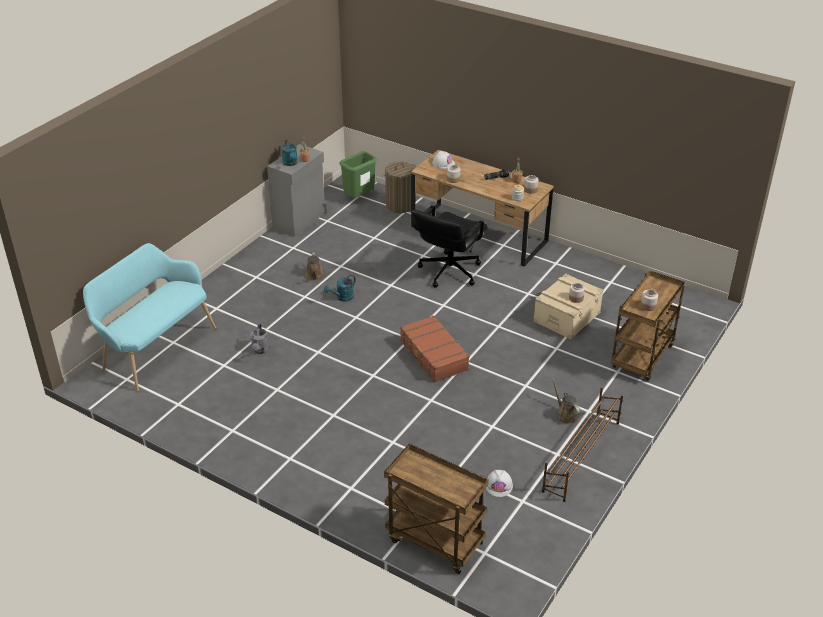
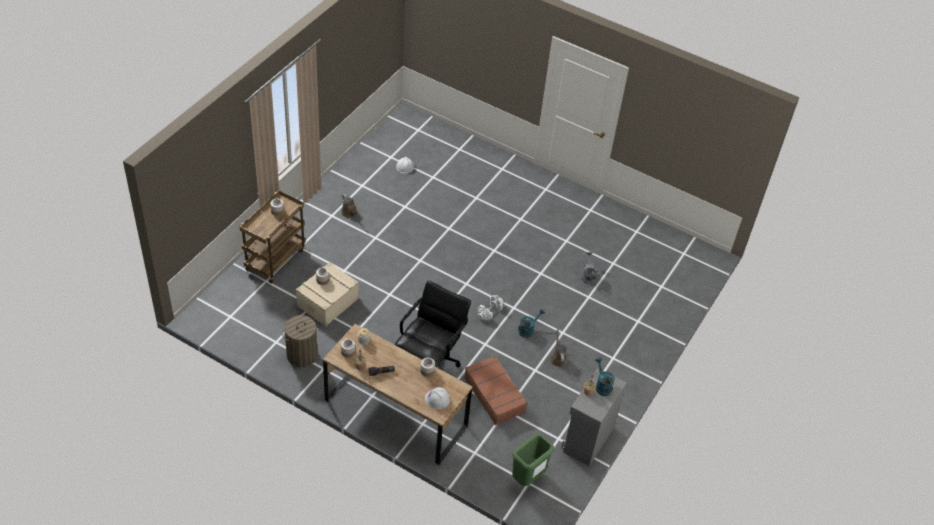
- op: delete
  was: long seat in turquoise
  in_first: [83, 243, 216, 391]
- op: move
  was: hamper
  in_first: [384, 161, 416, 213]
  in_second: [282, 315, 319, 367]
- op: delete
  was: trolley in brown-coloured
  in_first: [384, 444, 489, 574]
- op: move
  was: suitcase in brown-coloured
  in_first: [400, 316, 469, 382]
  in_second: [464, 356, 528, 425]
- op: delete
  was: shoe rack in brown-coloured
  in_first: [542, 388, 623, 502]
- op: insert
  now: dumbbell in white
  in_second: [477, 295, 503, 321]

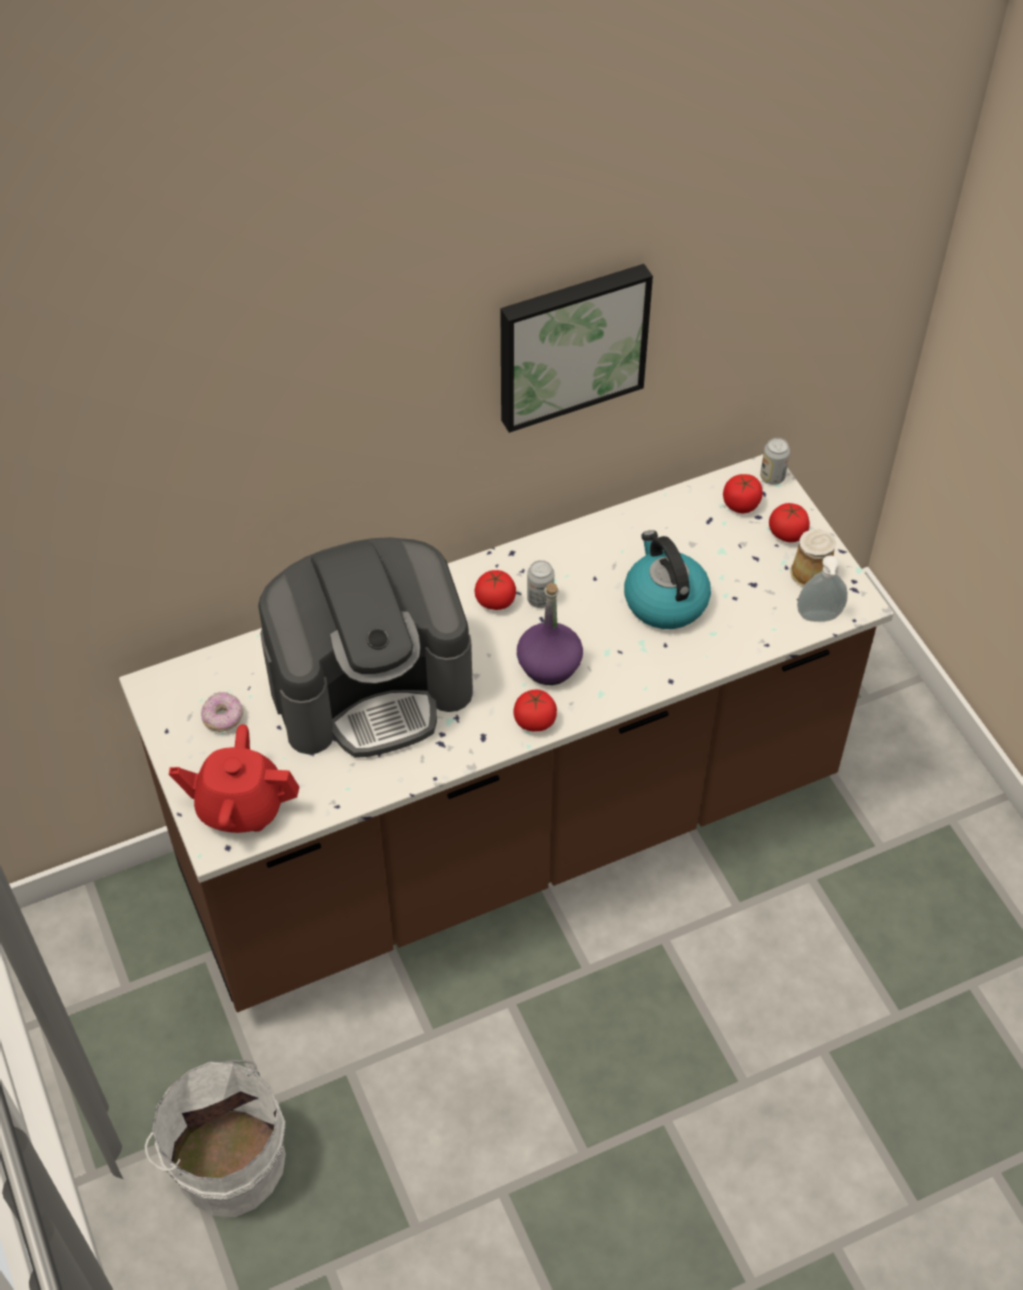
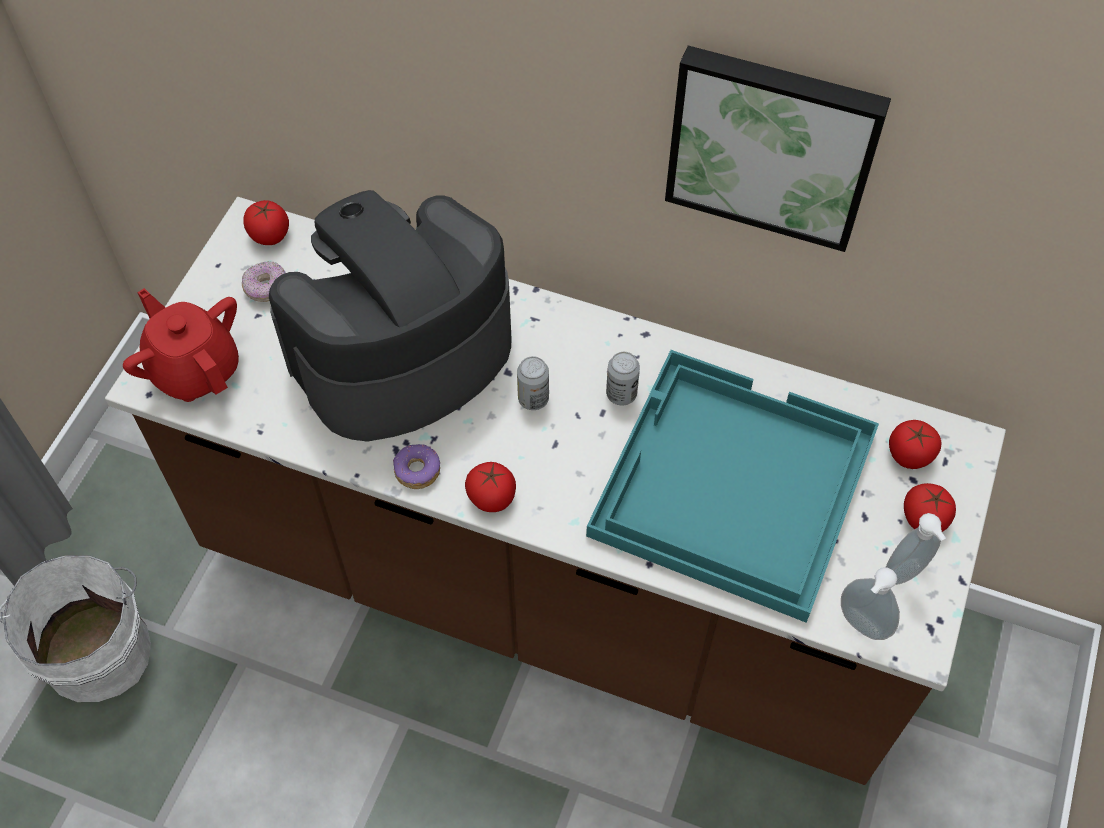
- op: rotate
  was: coffee maker
  in_first: [258, 537, 473, 758]
  in_second: [269, 190, 512, 442]
  clockwise: 120
- op: move
  was: whole tomato
  in_first: [474, 570, 516, 610]
  in_second: [244, 200, 289, 245]
- op: delete
  was: beverage bottle in purple
  in_first: [517, 583, 583, 685]
- op: replace
  was: tea kettle
  now: carrying tray in turquoise
  in_first: [624, 530, 711, 629]
  in_second: [586, 350, 879, 622]
- op: move
  was: sealed can
  in_first: [760, 438, 790, 485]
  in_second: [517, 356, 549, 410]
- op: replace
  was: mug
  now: liquid soap bottle
  in_first: [790, 529, 837, 587]
  in_second: [885, 513, 946, 585]
- op: insert
  now: ring doughnut
  in_second: [393, 444, 440, 489]

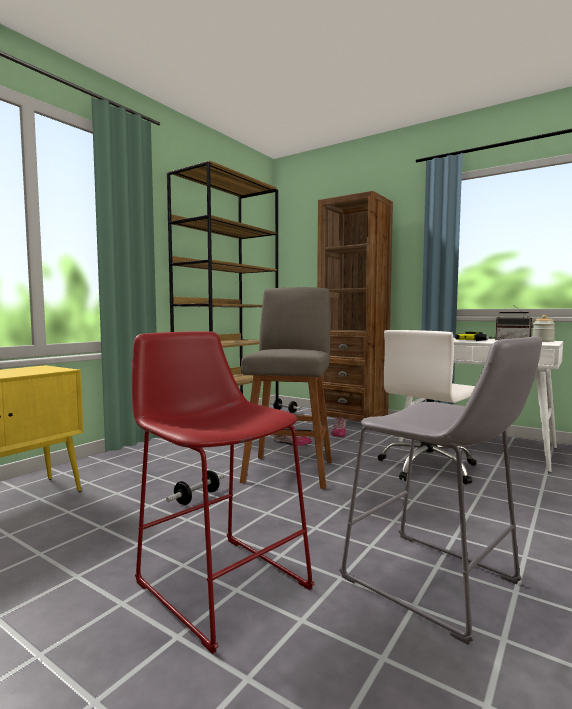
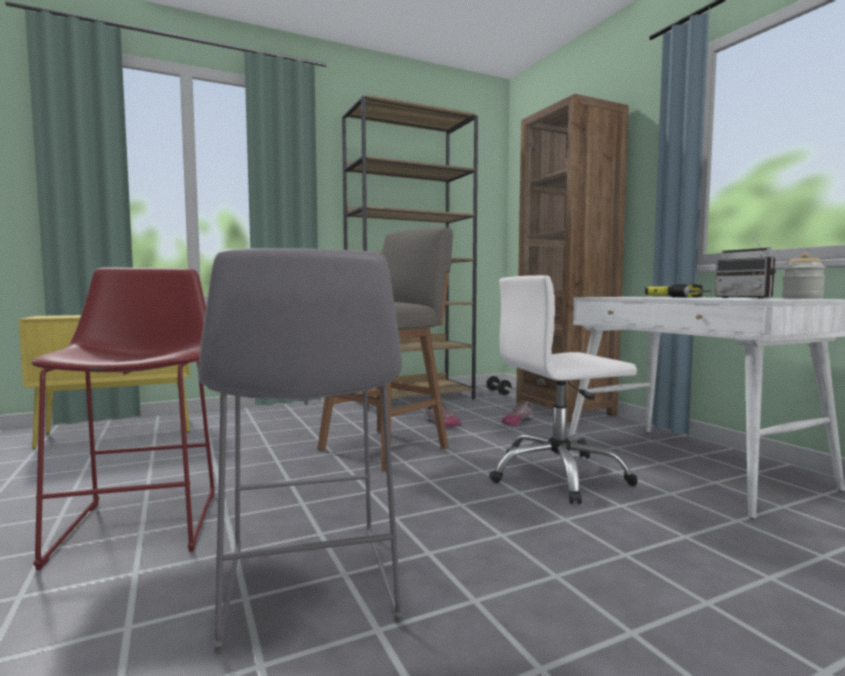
- op: delete
  was: dumbbell
  in_first: [166, 470, 225, 505]

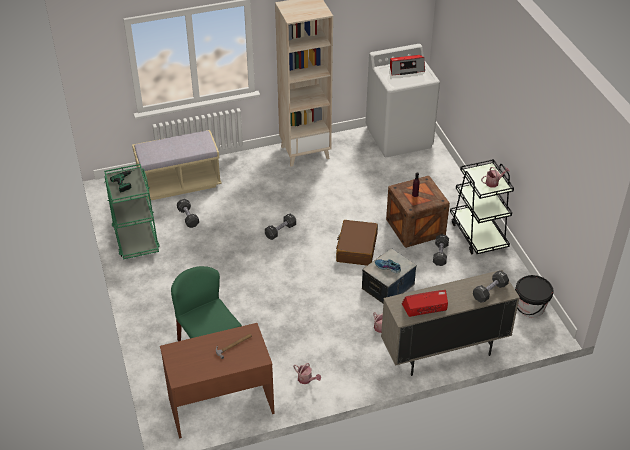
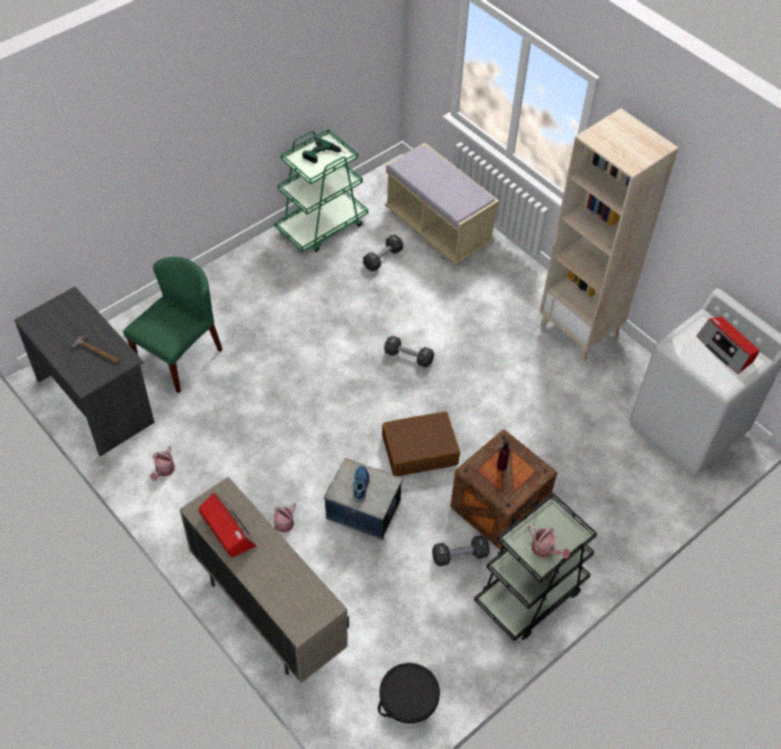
- op: recolor
  was: desk in brown-coloured
  now: desk in gray
  in_first: [160, 323, 275, 439]
  in_second: [14, 287, 154, 456]
- op: delete
  was: dumbbell in black
  in_first: [473, 271, 509, 303]

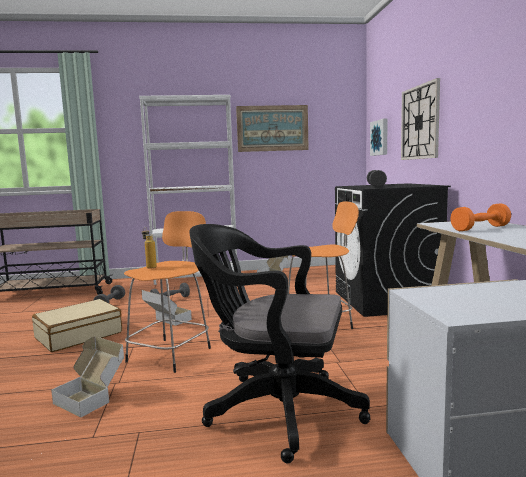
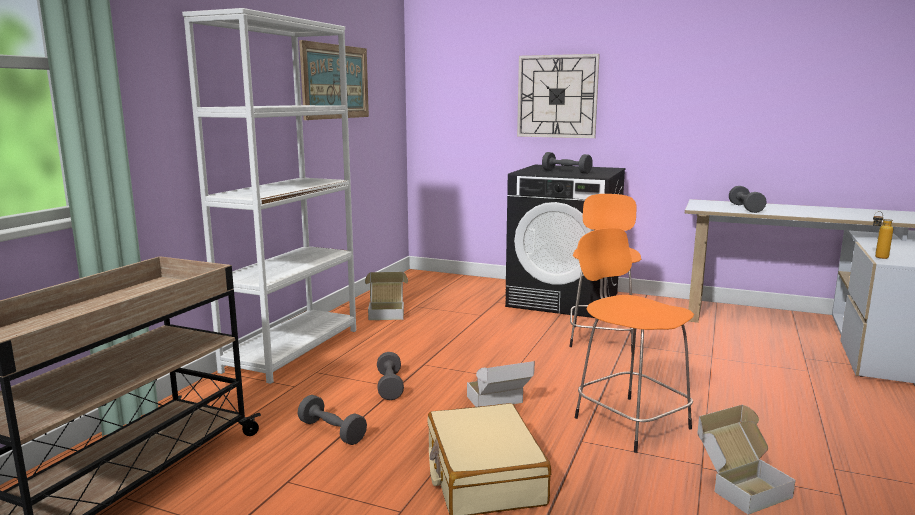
- op: move
  was: beverage bottle
  in_first: [142, 227, 157, 269]
  in_second: [873, 211, 893, 259]
- op: delete
  was: office chair in black
  in_first: [189, 224, 371, 463]
- op: delete
  was: wall art
  in_first: [370, 118, 388, 156]
- op: recolor
  was: dumbbell in orangey
  now: dumbbell in gray
  in_first: [450, 203, 511, 231]
  in_second: [729, 186, 767, 213]

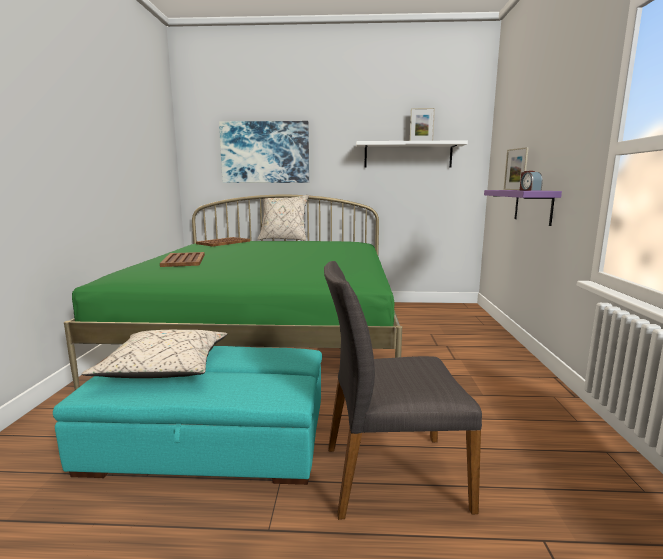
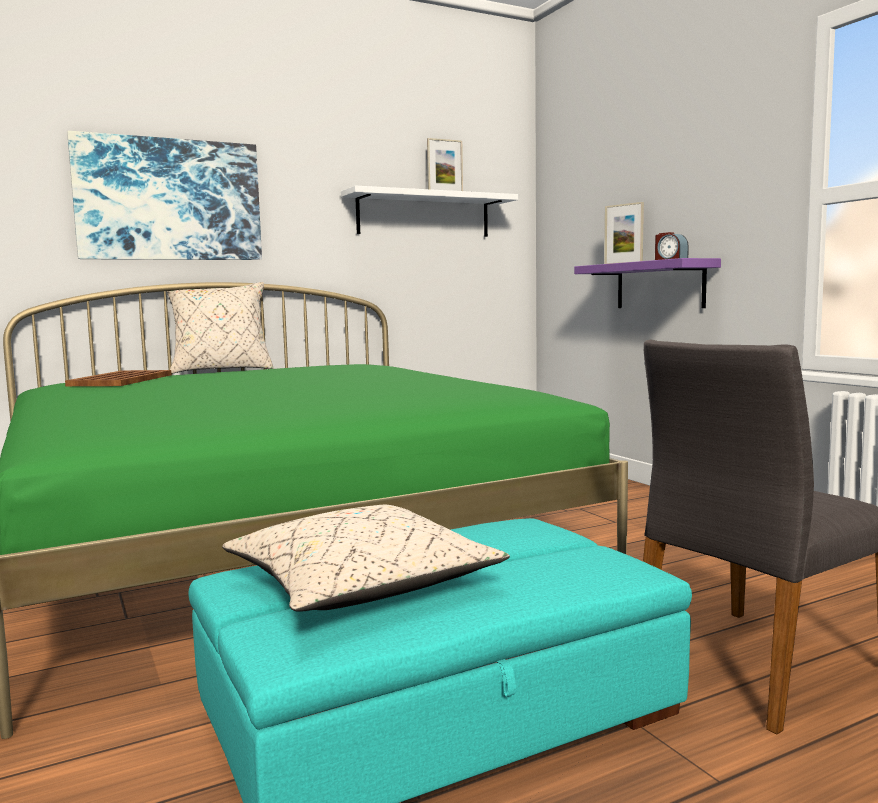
- op: delete
  was: carrying tray in brown-coloured
  in_first: [160, 252, 205, 267]

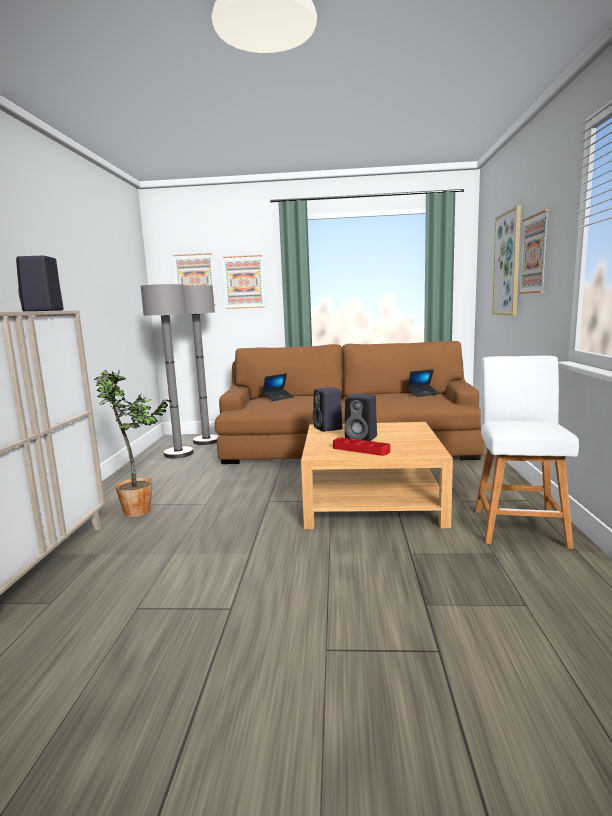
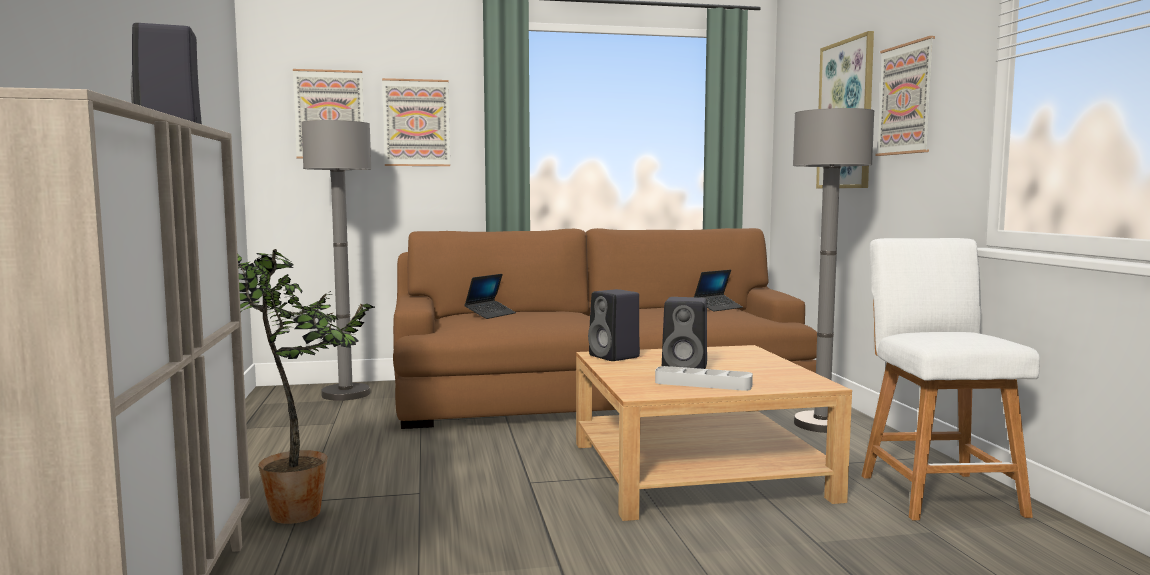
- op: move
  was: floor lamp in gray
  in_first: [141, 284, 193, 458]
  in_second: [793, 108, 874, 433]
- op: recolor
  was: carrying tray in reddish
  now: carrying tray in gray
  in_first: [333, 438, 390, 456]
  in_second: [655, 366, 753, 391]

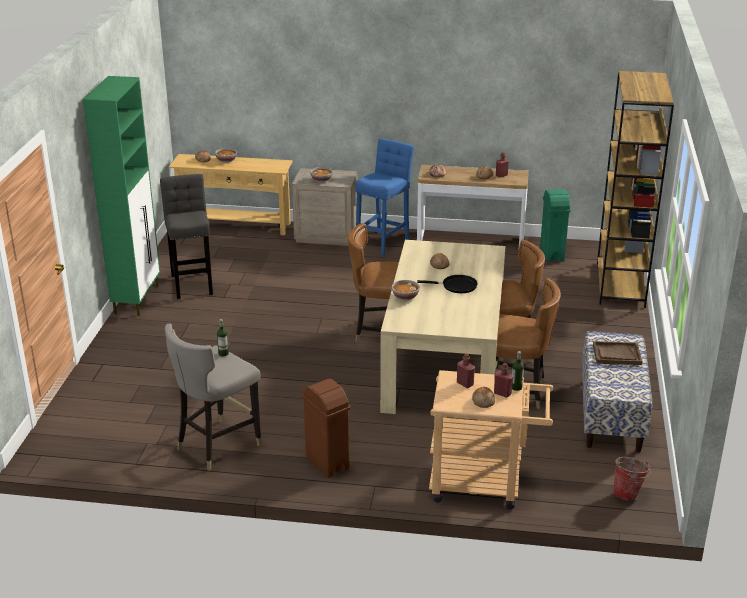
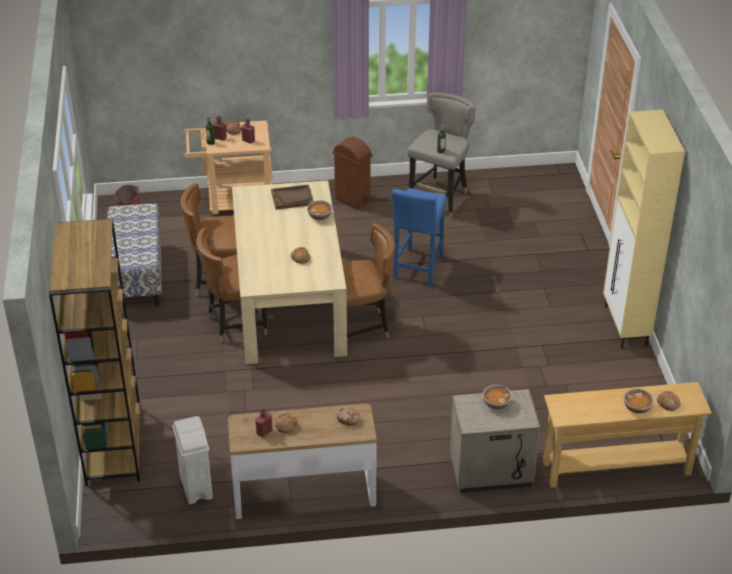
- op: recolor
  was: cupboard in green
  now: cupboard in beige
  in_first: [83, 76, 160, 316]
  in_second: [603, 110, 685, 348]
- op: delete
  was: sitting stool in gray
  in_first: [160, 174, 213, 299]
- op: move
  was: sitting stool in blue-coloured
  in_first: [356, 138, 414, 256]
  in_second: [392, 188, 446, 286]
- op: delete
  was: frying pan in black
  in_first: [417, 275, 478, 293]
- op: recolor
  was: trash can in green
  now: trash can in white
  in_first: [540, 189, 571, 262]
  in_second: [172, 416, 213, 504]
- op: move
  was: carrying tray in brown-coloured
  in_first: [593, 341, 642, 365]
  in_second: [271, 184, 313, 210]

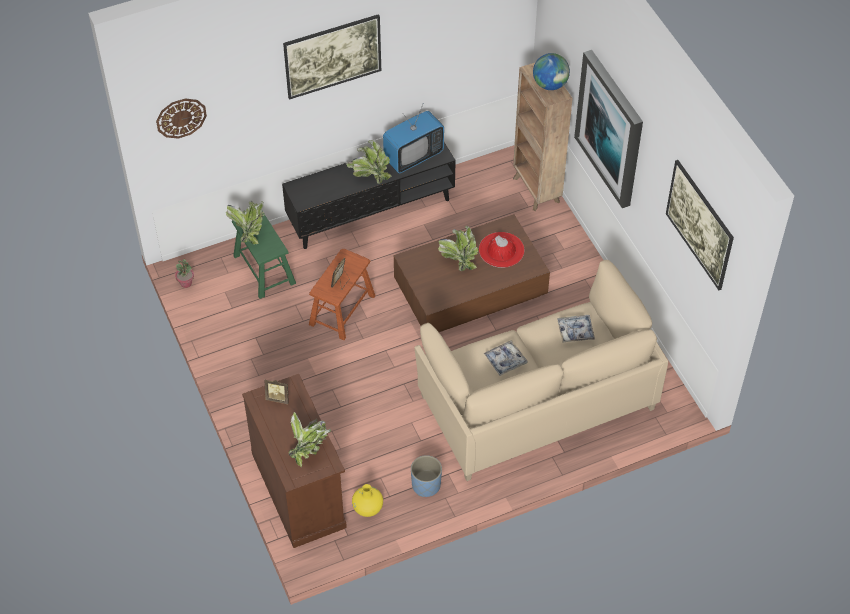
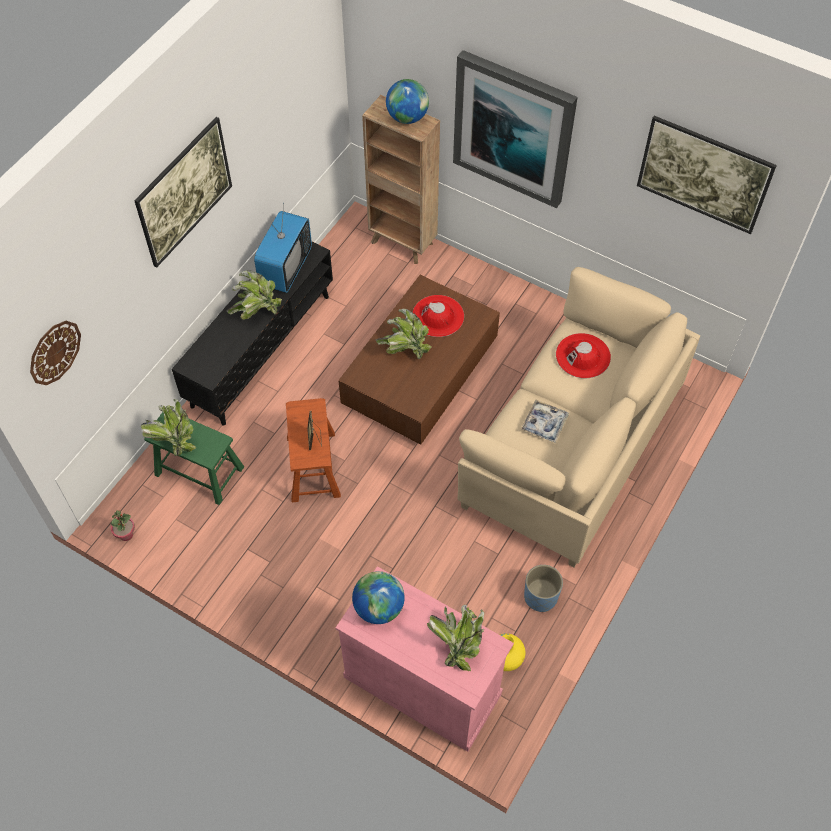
- op: recolor
  was: cupboard in brown-coloured
  now: cupboard in pinkish
  in_first: [242, 374, 347, 548]
  in_second: [335, 566, 514, 752]
- op: replace
  was: photo frame
  now: world globe
  in_first: [265, 380, 289, 404]
  in_second: [352, 571, 405, 624]
- op: replace
  was: carrying tray
  now: wearable hat in reddish
  in_first: [557, 315, 595, 343]
  in_second: [556, 333, 611, 378]

